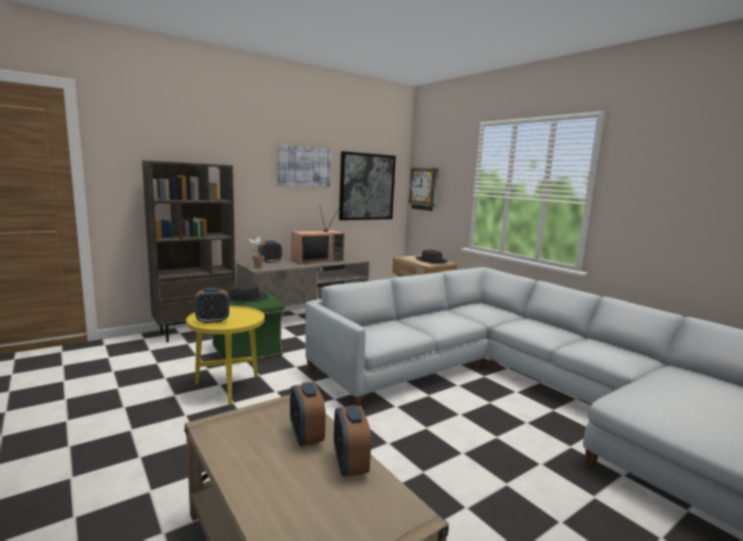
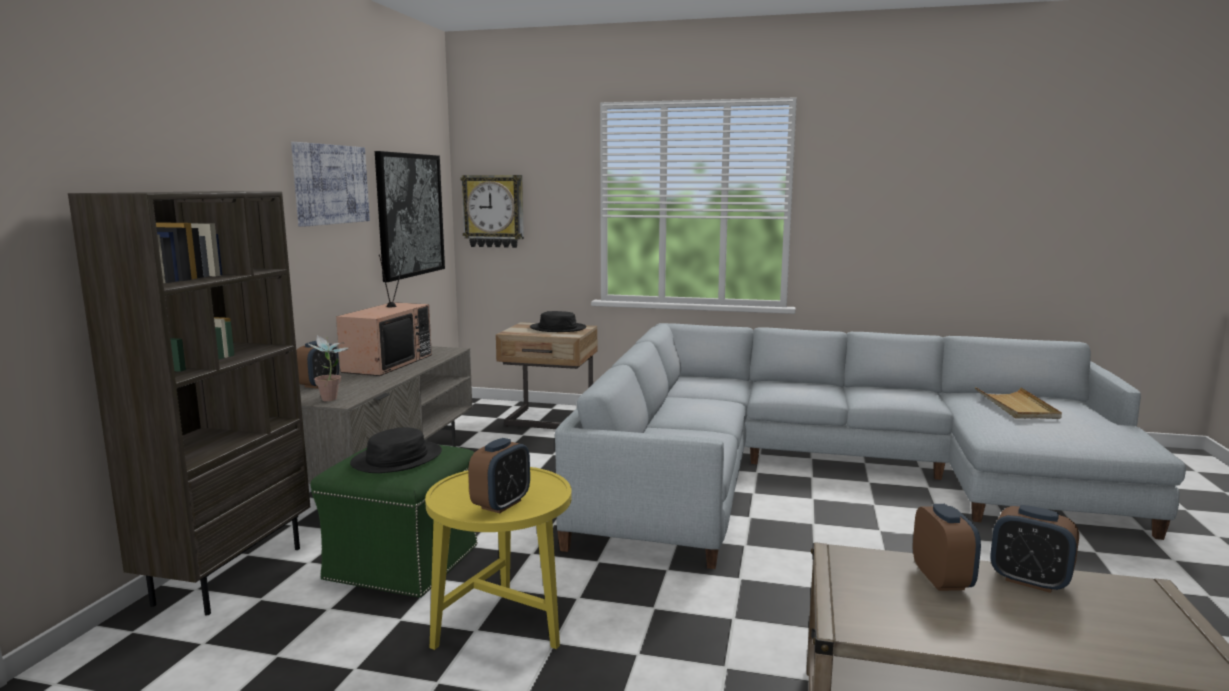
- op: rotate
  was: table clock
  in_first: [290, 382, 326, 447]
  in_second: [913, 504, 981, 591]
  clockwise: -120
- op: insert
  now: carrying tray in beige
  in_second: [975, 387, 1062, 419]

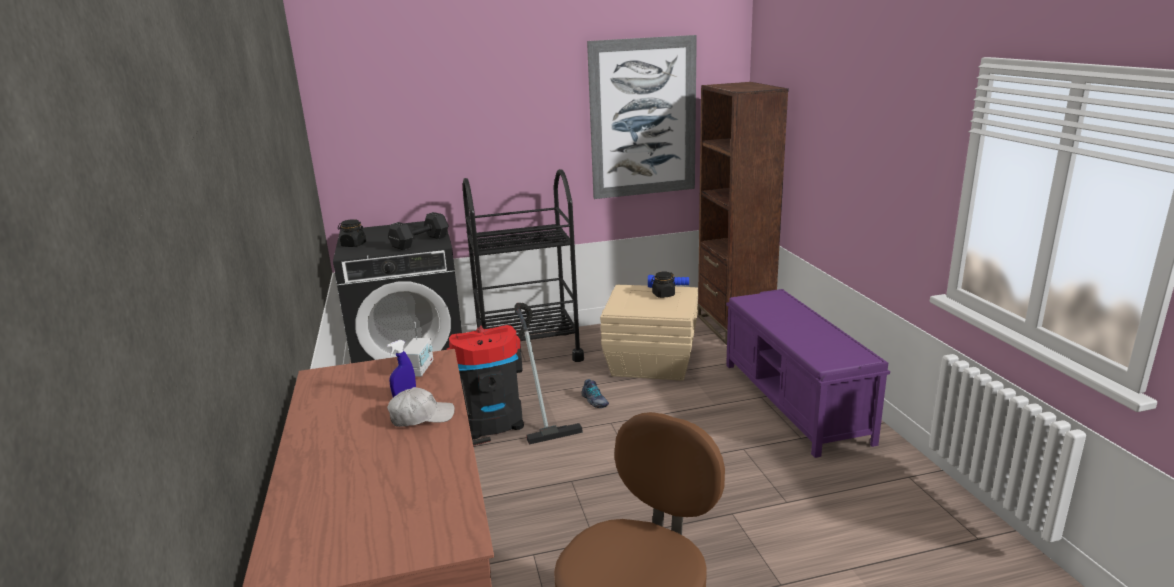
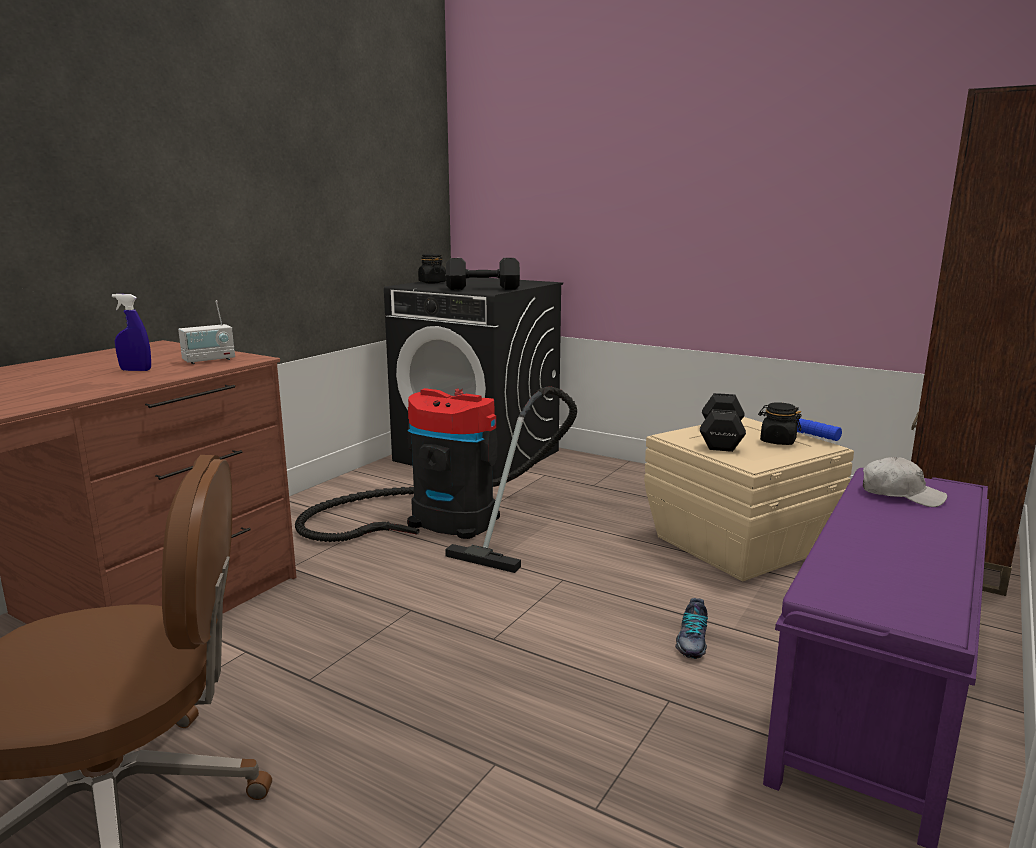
- op: move
  was: baseball cap in white
  in_first: [387, 387, 455, 427]
  in_second: [863, 457, 947, 507]
- op: delete
  was: trolley in black
  in_first: [463, 169, 584, 362]
- op: move
  was: shoe
  in_first: [581, 379, 609, 408]
  in_second: [675, 598, 708, 659]
- op: delete
  was: wall art
  in_first: [587, 35, 697, 199]
- op: insert
  now: dumbbell in black
  in_second: [700, 393, 746, 452]

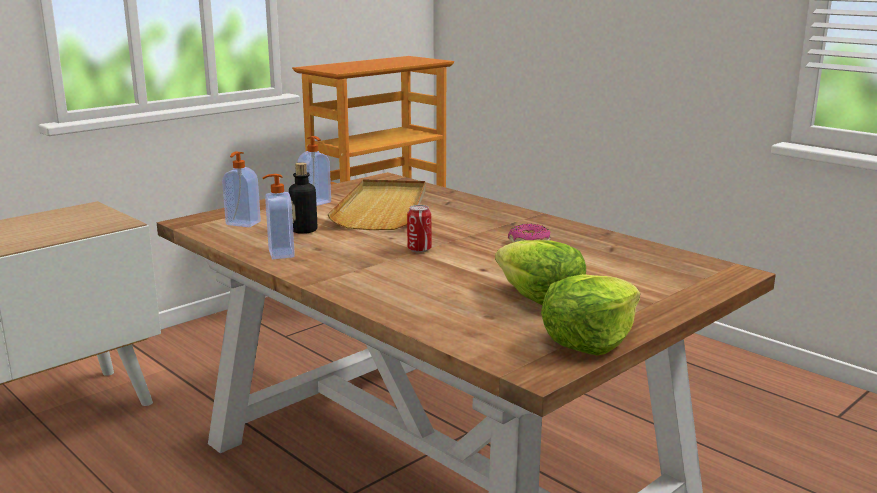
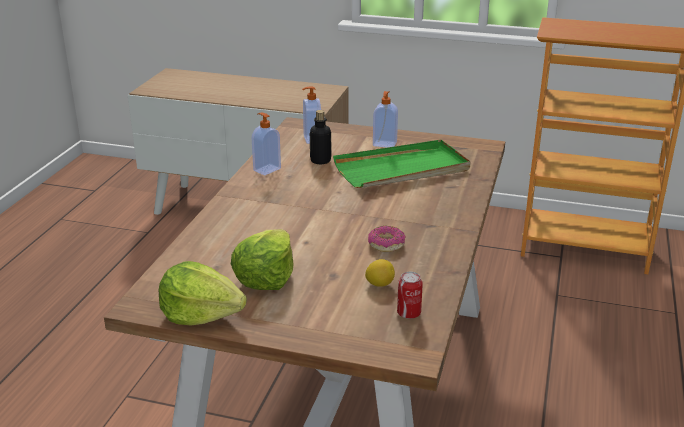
- op: recolor
  was: carrying tray in beige
  now: carrying tray in green
  in_first: [327, 179, 426, 230]
  in_second: [333, 140, 471, 188]
- op: move
  was: sealed can
  in_first: [407, 205, 432, 253]
  in_second: [397, 272, 423, 319]
- op: insert
  now: lemon
  in_second: [365, 259, 395, 287]

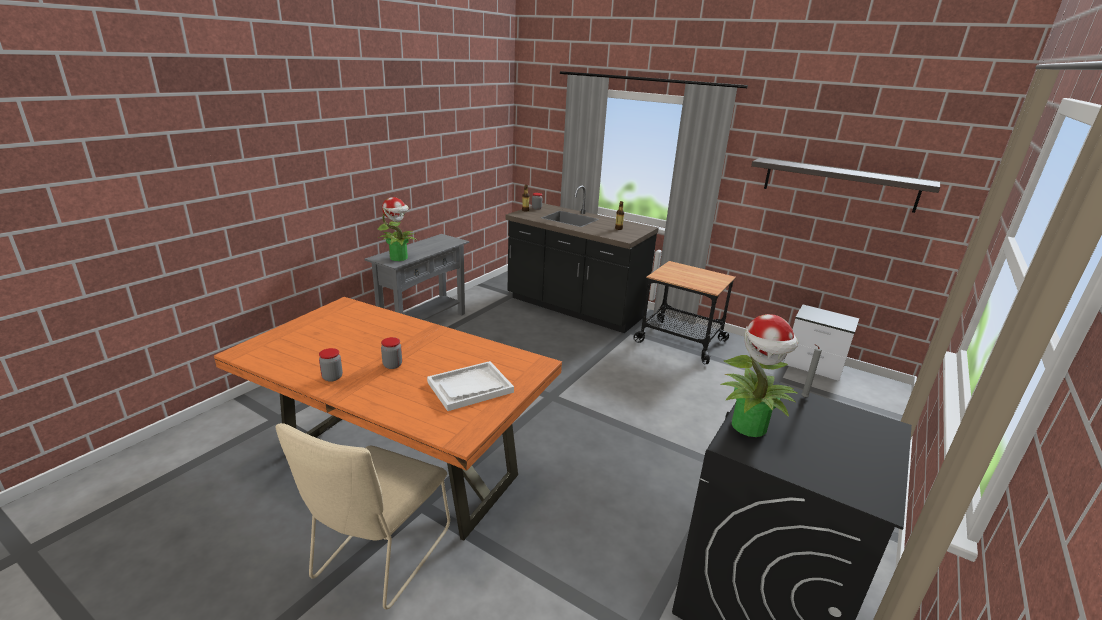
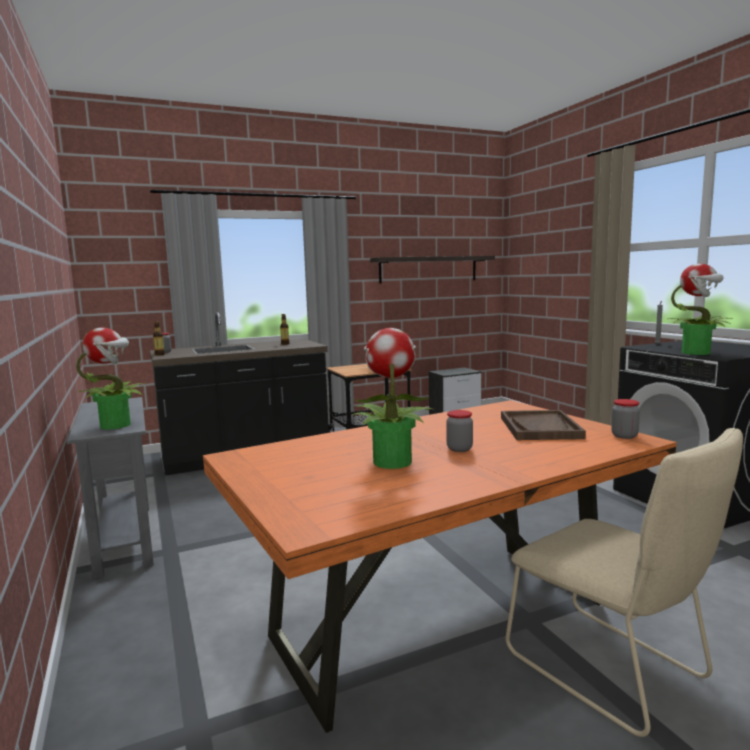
- op: move
  was: preserve jar
  in_first: [319, 348, 343, 382]
  in_second: [611, 399, 640, 439]
- op: recolor
  was: carrying tray in white
  now: carrying tray in brown-coloured
  in_first: [427, 361, 514, 411]
  in_second: [501, 410, 586, 440]
- op: insert
  now: potted plant
  in_second: [350, 328, 434, 469]

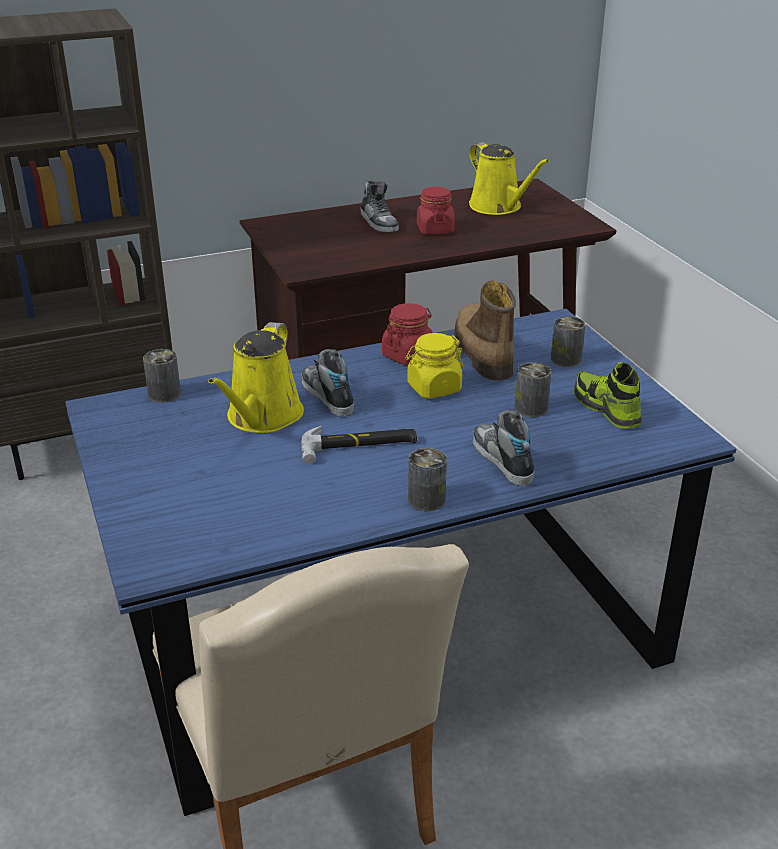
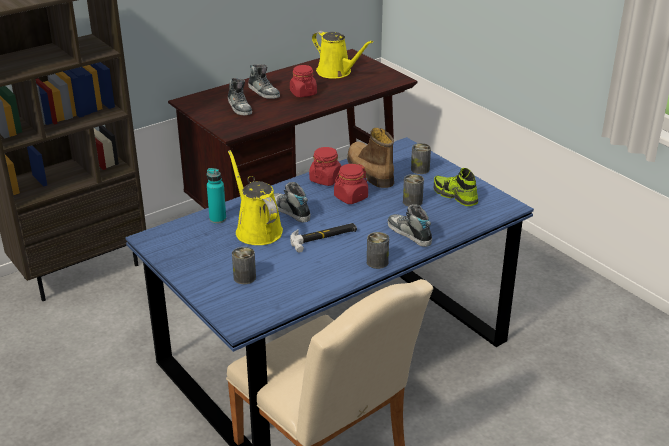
- op: move
  was: sealed can
  in_first: [143, 349, 181, 403]
  in_second: [232, 247, 256, 284]
- op: rotate
  was: watering can in yellow-coloured
  in_first: [208, 322, 304, 433]
  in_second: [228, 150, 283, 245]
  clockwise: 150
- op: recolor
  was: preserve jar in yellow-coloured
  now: preserve jar in reddish
  in_first: [406, 333, 463, 399]
  in_second: [334, 164, 368, 204]
- op: insert
  now: beverage bottle in turquoise
  in_second: [207, 168, 226, 224]
- op: insert
  now: shoe
  in_second: [228, 78, 252, 116]

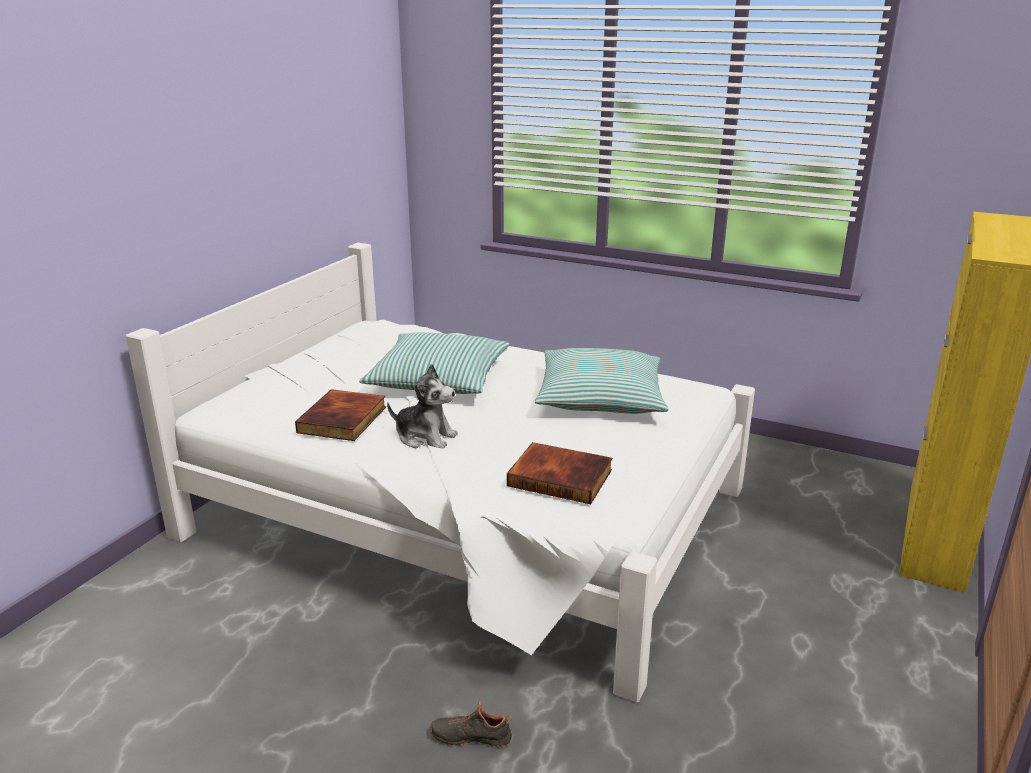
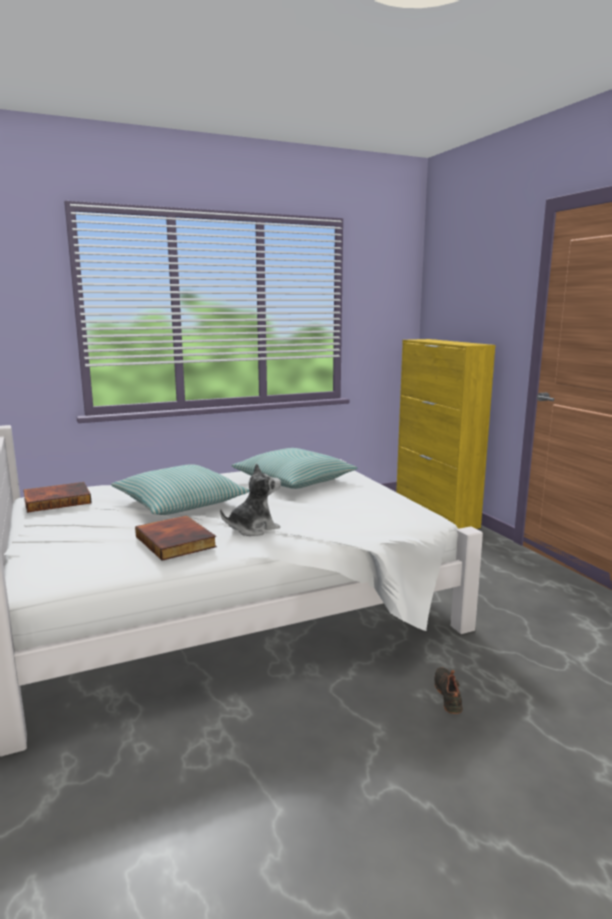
- op: rotate
  was: shoe in black
  in_first: [430, 702, 512, 748]
  in_second: [435, 667, 463, 714]
  clockwise: 135
- op: move
  was: book
  in_first: [507, 442, 612, 504]
  in_second: [23, 482, 92, 513]

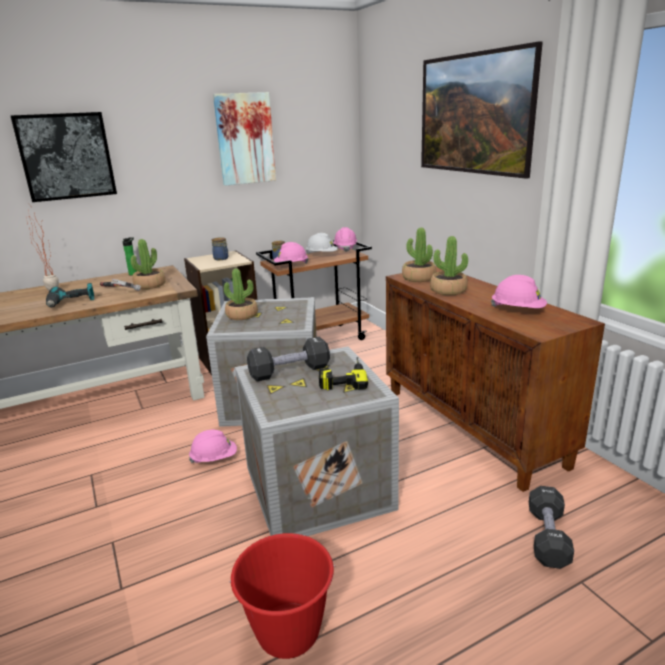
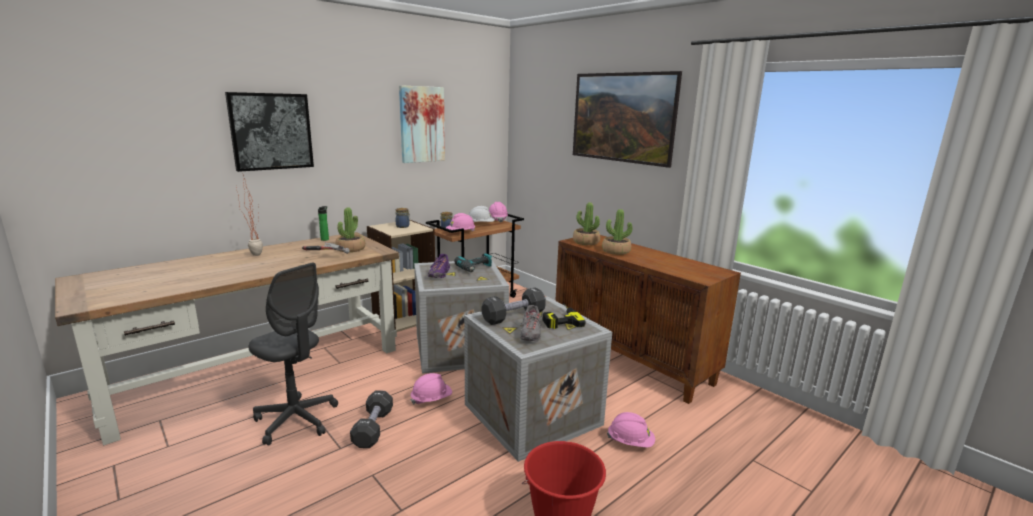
- op: move
  was: drill
  in_first: [46, 283, 94, 308]
  in_second: [454, 253, 492, 272]
- op: replace
  was: potted plant
  now: shoe in purple
  in_first: [224, 268, 258, 320]
  in_second: [428, 254, 450, 278]
- op: move
  was: work helmet in pinkish
  in_first: [491, 275, 547, 308]
  in_second: [607, 412, 655, 448]
- op: move
  was: dumbbell in black
  in_first: [529, 486, 574, 569]
  in_second: [350, 390, 393, 448]
- op: insert
  now: office chair in gray
  in_second: [249, 263, 338, 445]
- op: insert
  now: shoe in gray
  in_second: [520, 305, 541, 341]

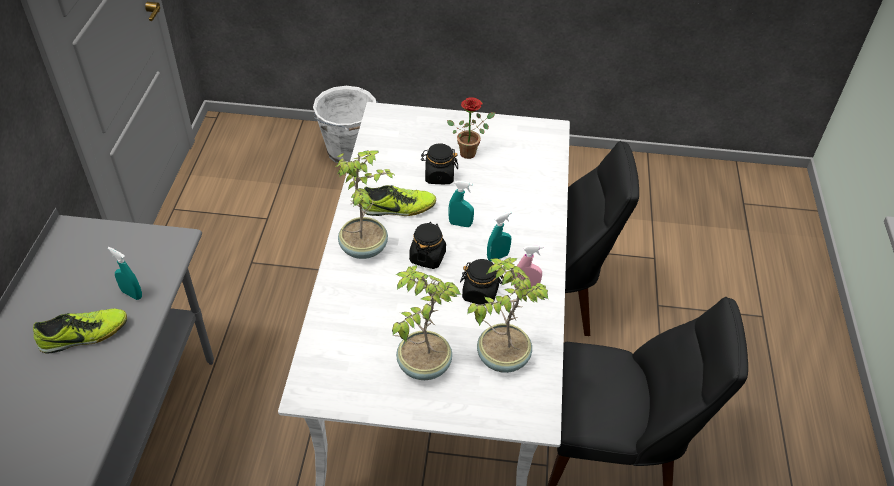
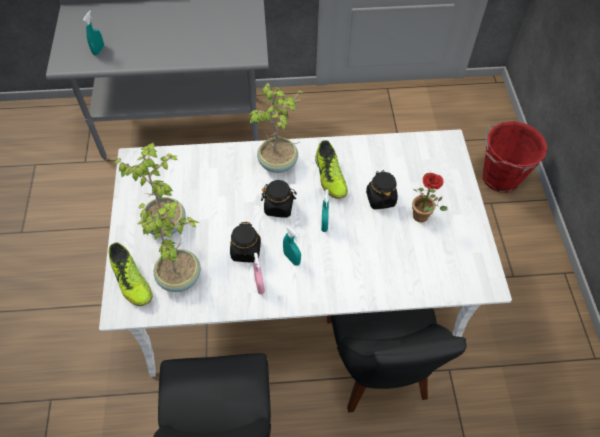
- op: move
  was: shoe
  in_first: [33, 308, 127, 353]
  in_second: [109, 242, 152, 306]
- op: move
  was: spray bottle in turquoise
  in_first: [108, 247, 142, 300]
  in_second: [83, 10, 104, 56]
- op: recolor
  was: water bucket in white
  now: water bucket in reddish
  in_first: [313, 86, 379, 163]
  in_second: [482, 121, 548, 193]

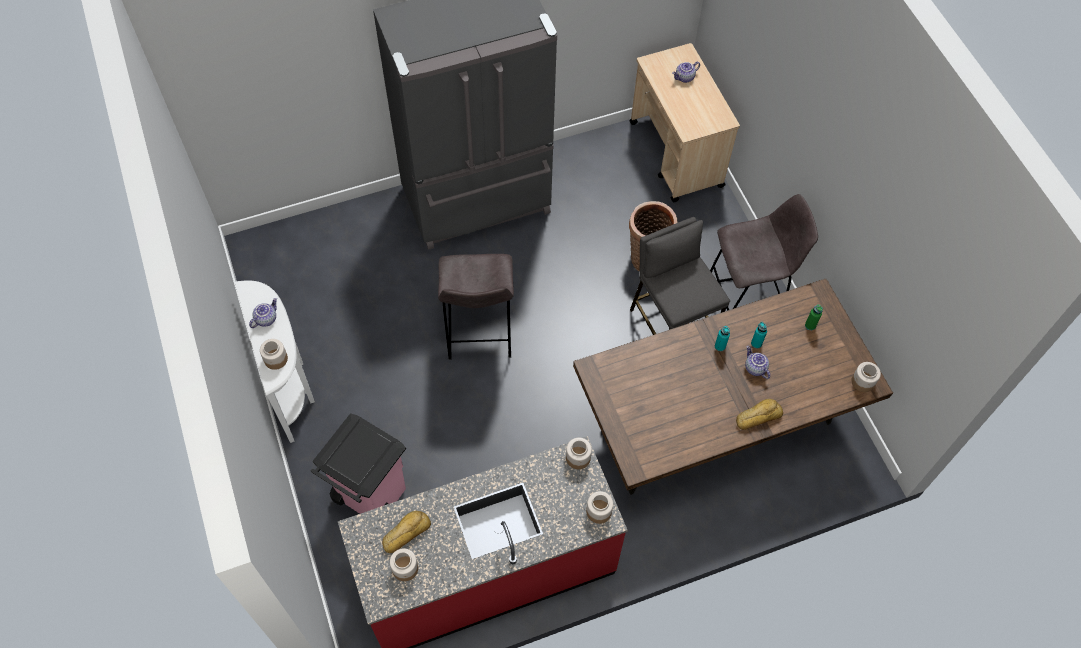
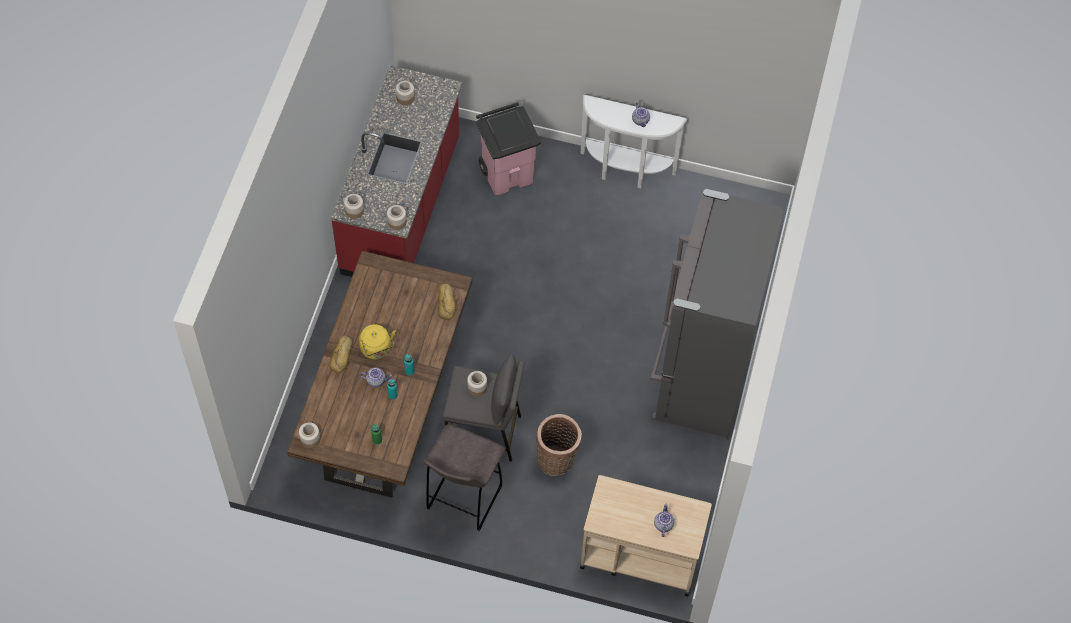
- op: move
  was: preserve jar
  in_first: [260, 339, 288, 370]
  in_second: [467, 371, 487, 396]
- op: move
  was: bakery bread
  in_first: [382, 511, 431, 553]
  in_second: [438, 284, 456, 320]
- op: delete
  was: sitting stool in gray
  in_first: [438, 254, 514, 360]
- op: insert
  now: tea kettle in yellow-coloured
  in_second: [359, 324, 396, 359]

